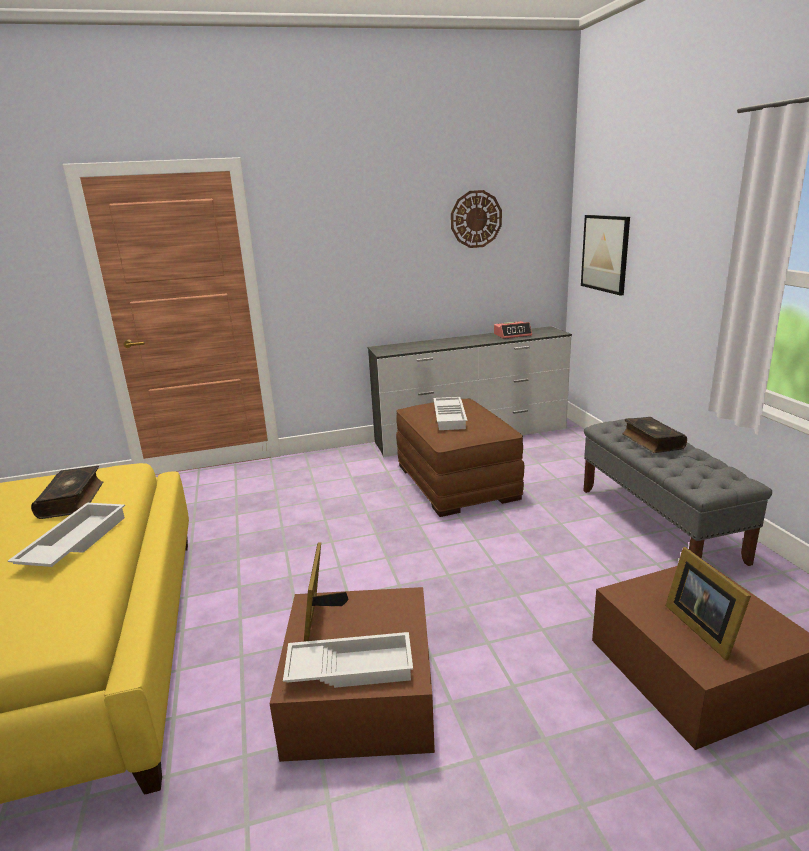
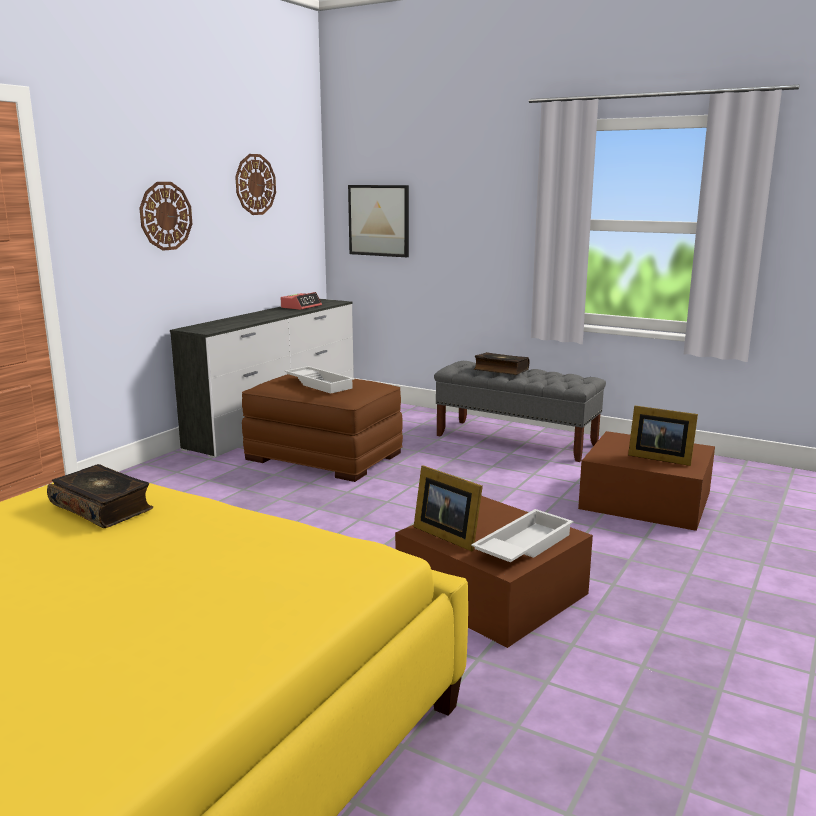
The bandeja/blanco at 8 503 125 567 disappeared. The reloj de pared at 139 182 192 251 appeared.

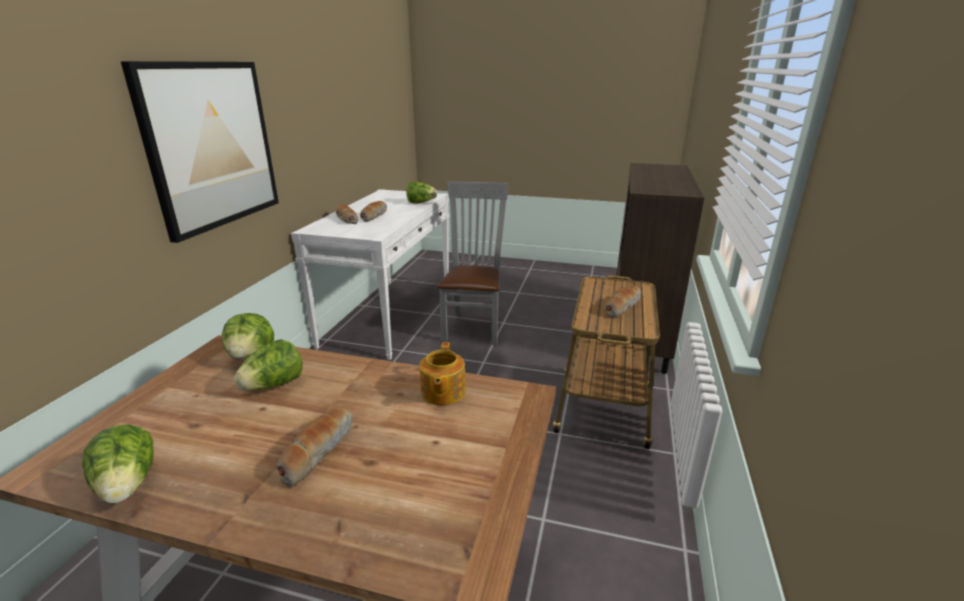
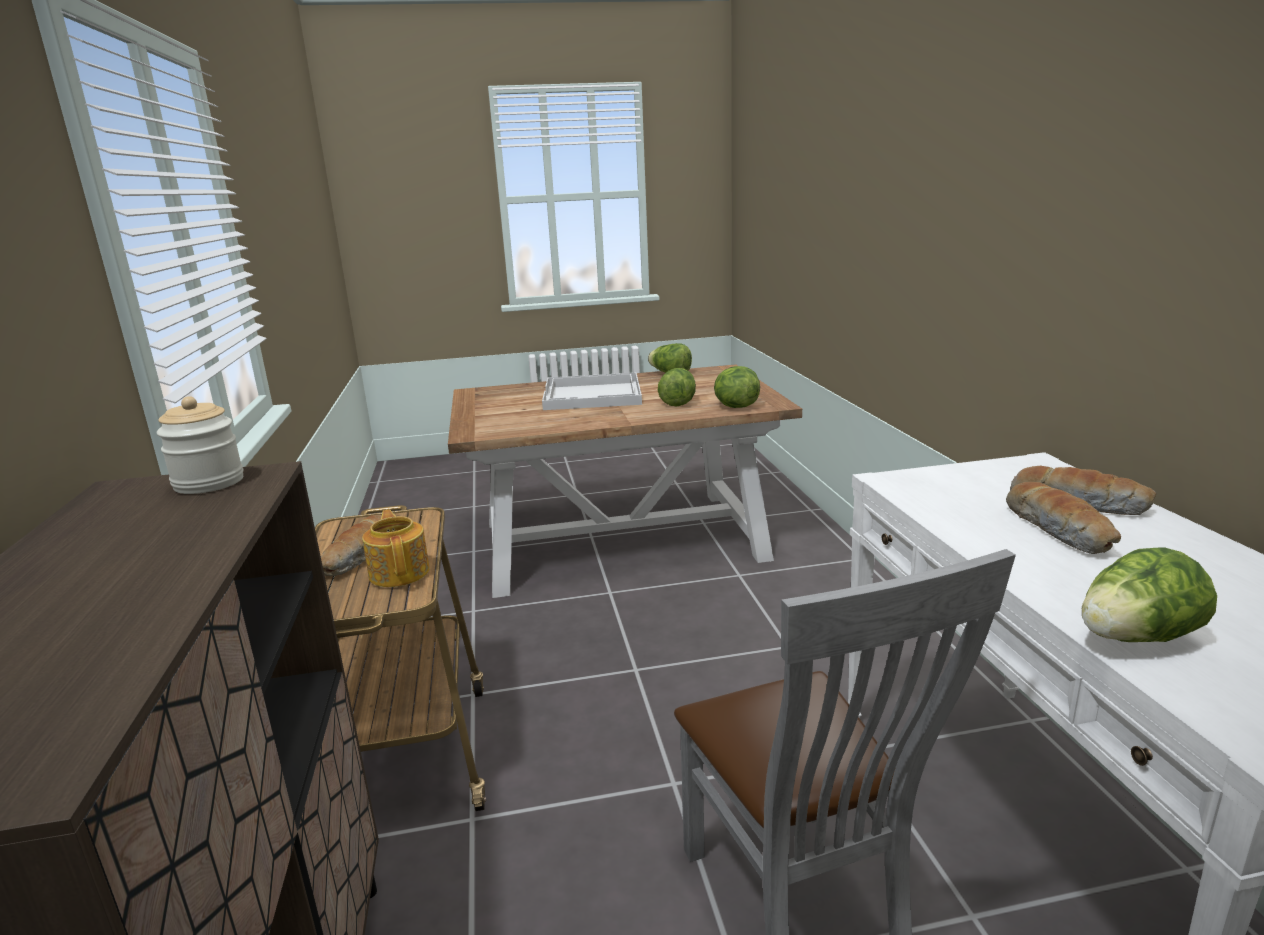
The cuadro at 121 61 279 243 disappeared. The tetera moved from 419 342 466 405 to 362 509 430 587. The pan at 276 406 353 487 was replaced by the bandeja/blanco at 542 372 642 410. The tarro at 157 396 243 494 appeared.

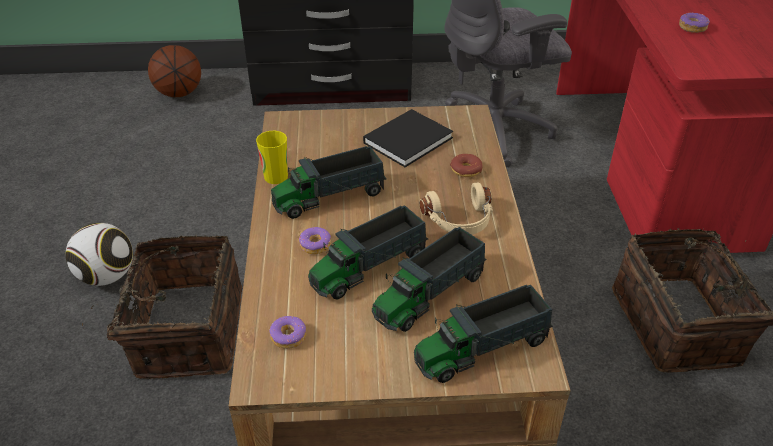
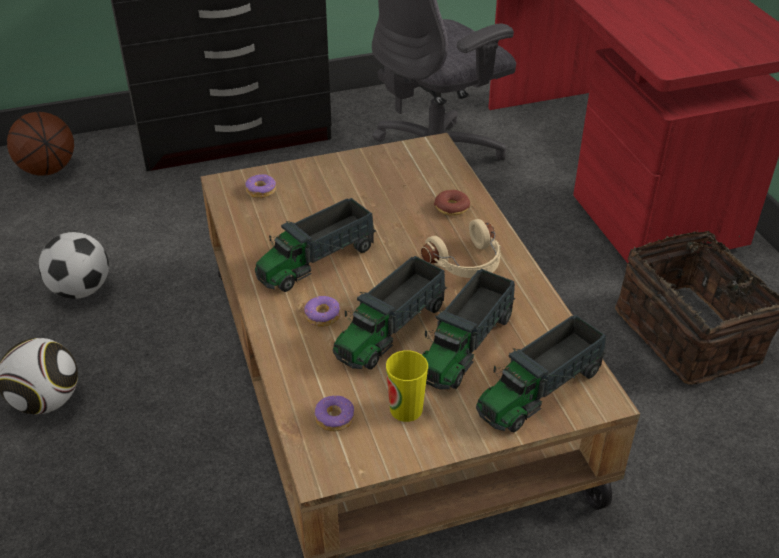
The rosquilla moved from 679 13 710 33 to 245 174 276 198. The libro/negro at 363 109 453 167 disappeared. The taza moved from 256 131 288 184 to 386 350 428 422. The cesta at 82 235 242 379 disappeared. The balón de fútbol at 39 232 109 299 appeared.

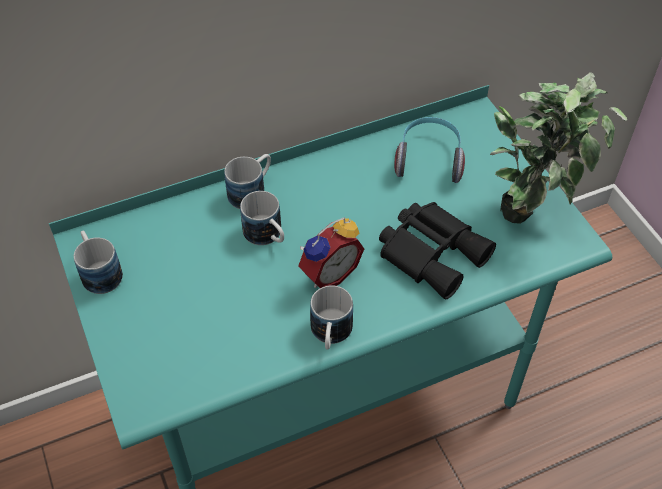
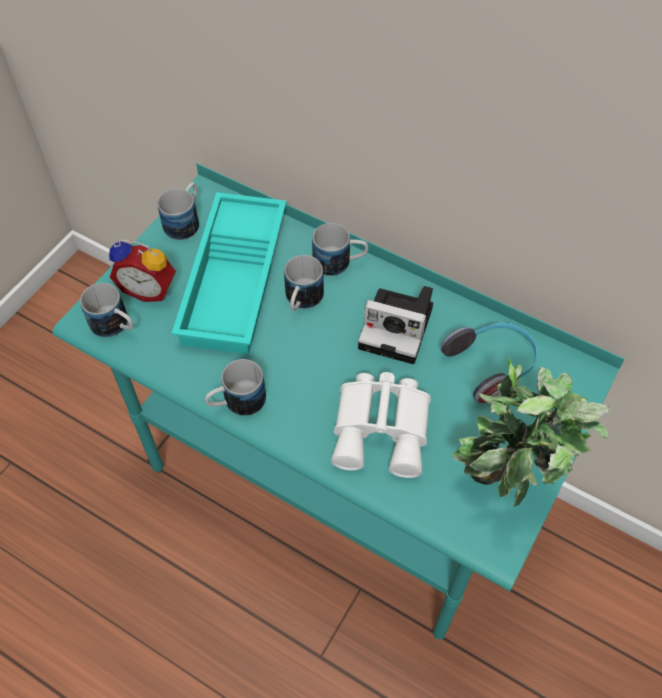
The prismáticos/negro at 379 202 496 299 became the prismáticos/blanco at 331 372 431 478. The despertador moved from 298 217 364 288 to 109 240 176 302. The bandeja/turquesa at 172 192 286 354 appeared. The taza grande at 80 283 134 337 appeared. The cámara at 358 286 433 364 appeared.

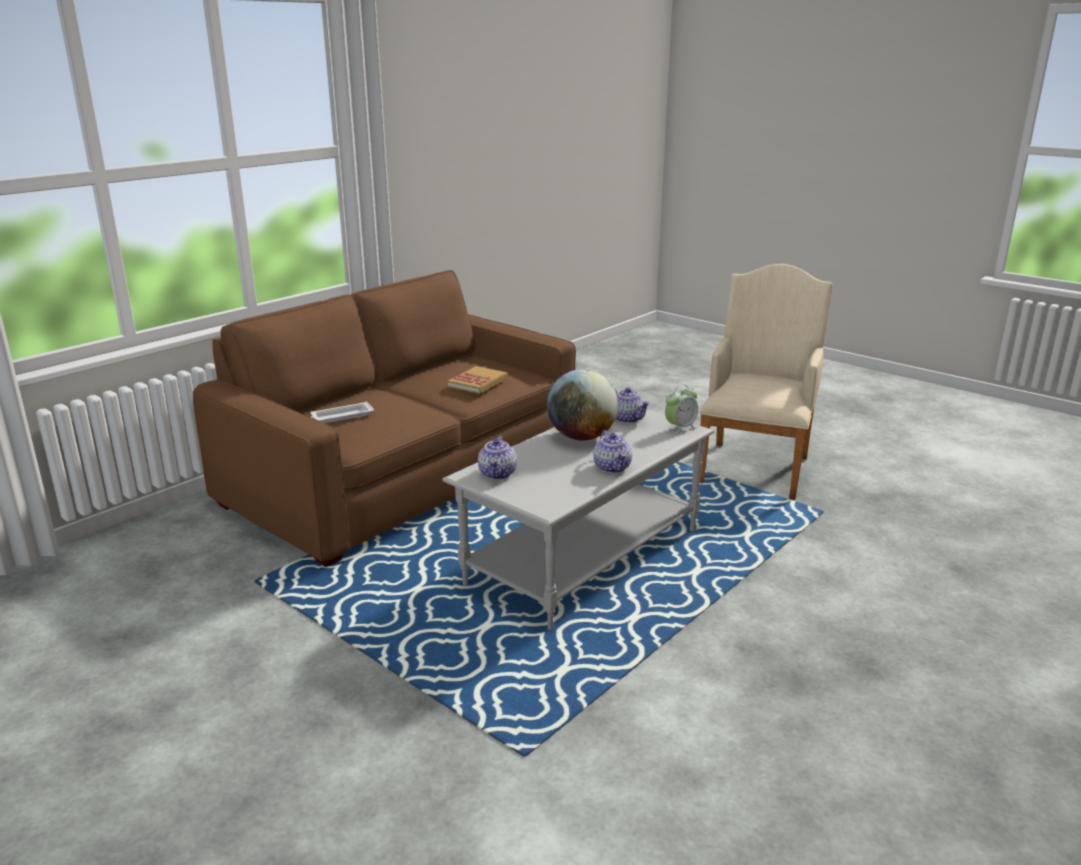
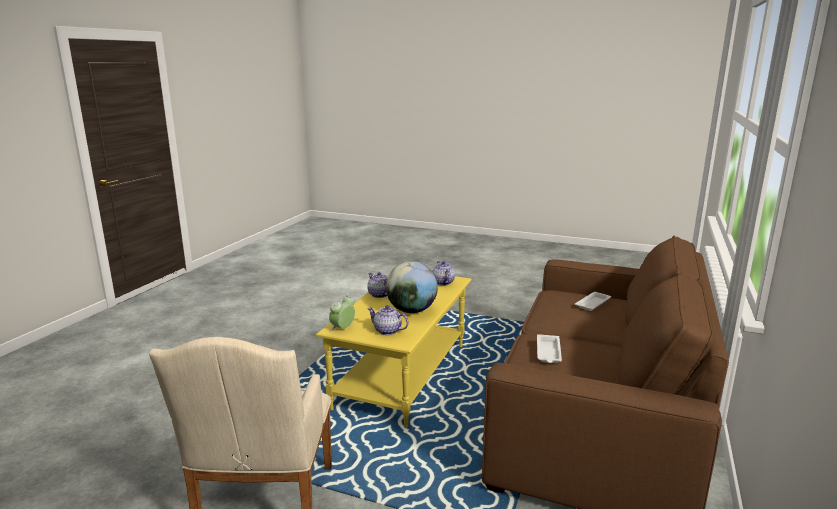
The libro at 448 366 508 394 was replaced by the bandeja/blanco at 537 334 562 363. The mesa de centro/gris at 442 410 714 630 became the mesa de centro/amarillo at 316 276 472 428.

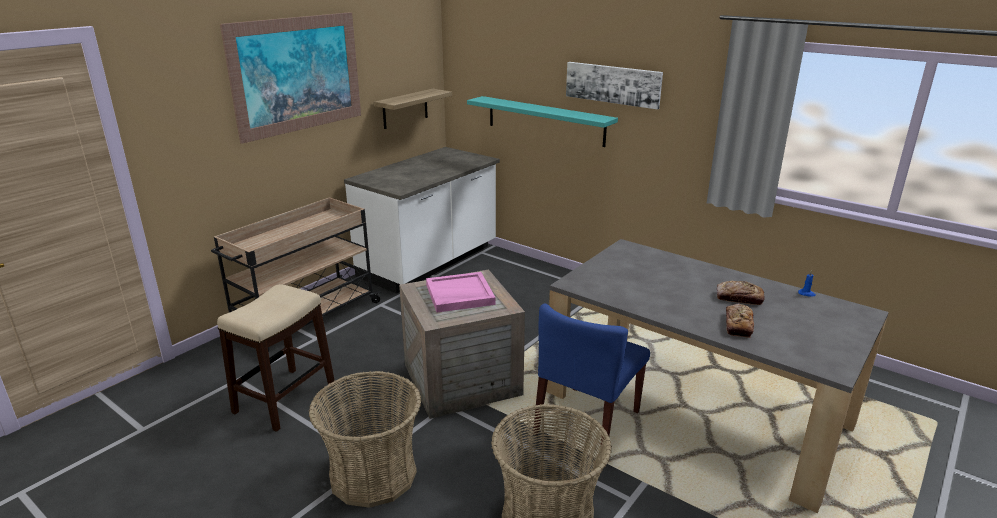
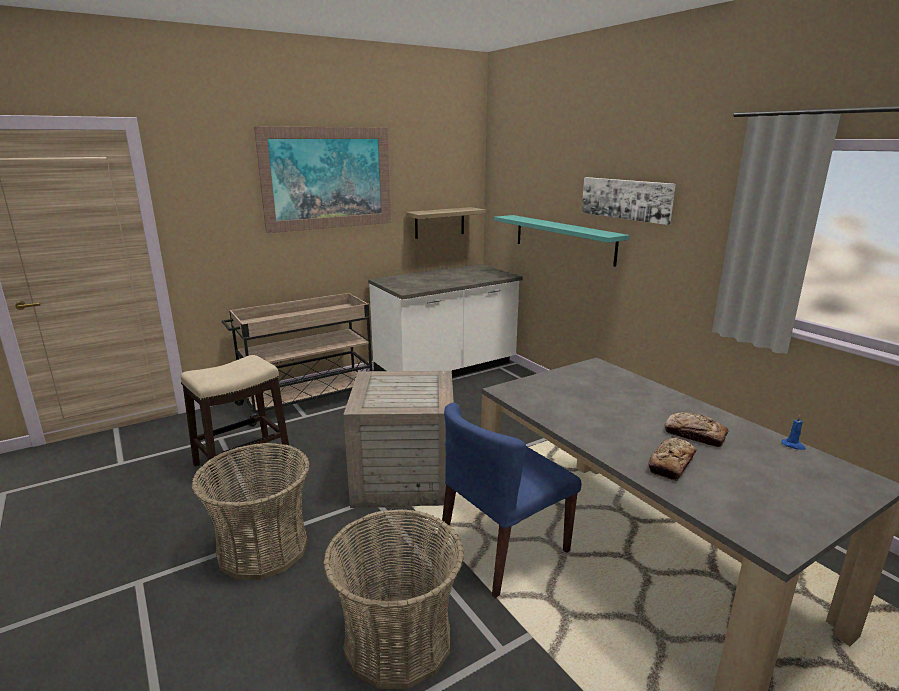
The bandeja/rosa at 426 272 496 313 disappeared.

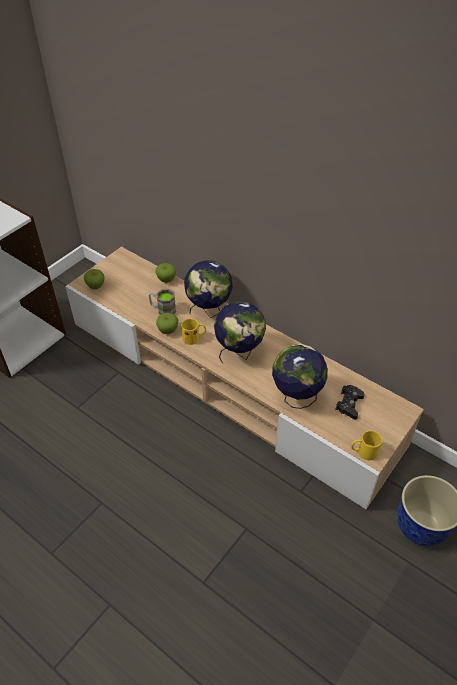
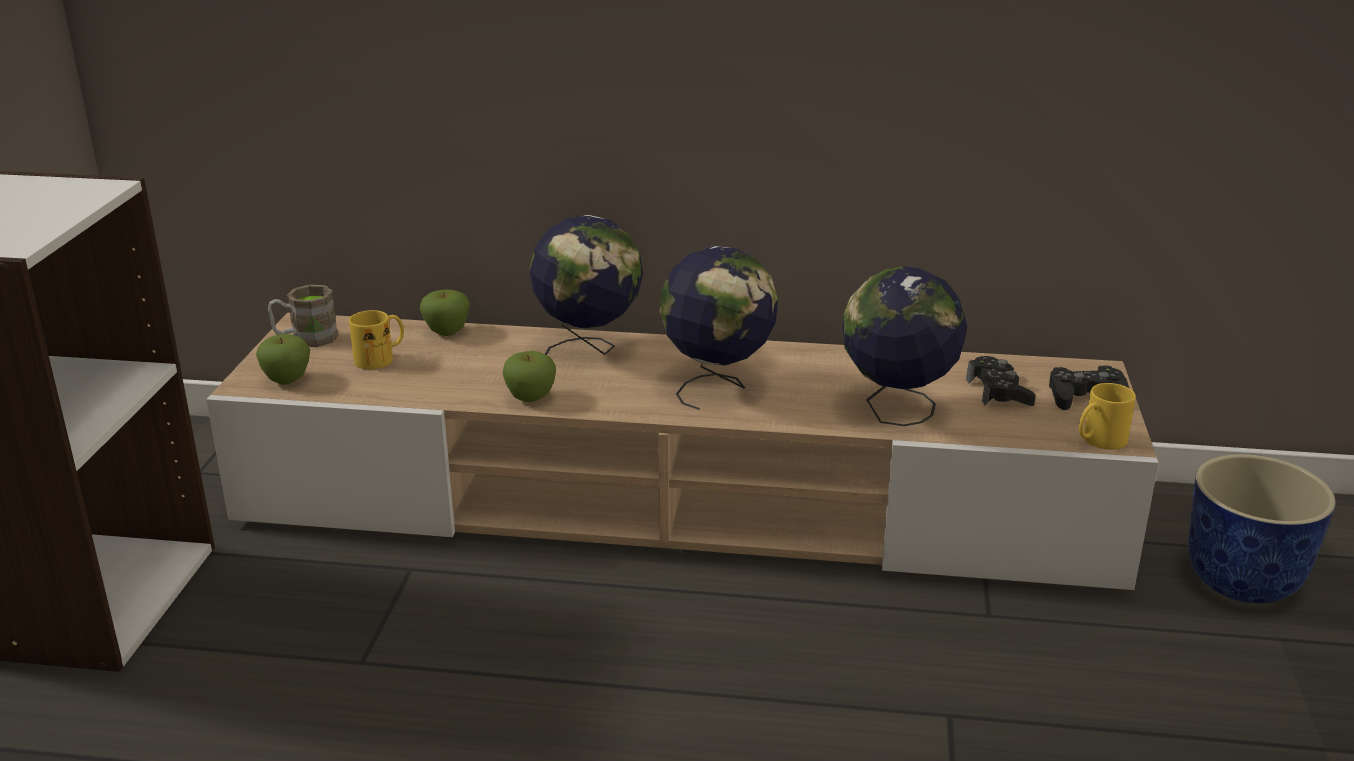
The taza grande/marrón moved from 149 289 176 315 to 268 284 339 347. The taza grande/amarillo moved from 181 319 206 345 to 349 310 404 369. The mando de consola/negro at 1049 365 1129 410 appeared.

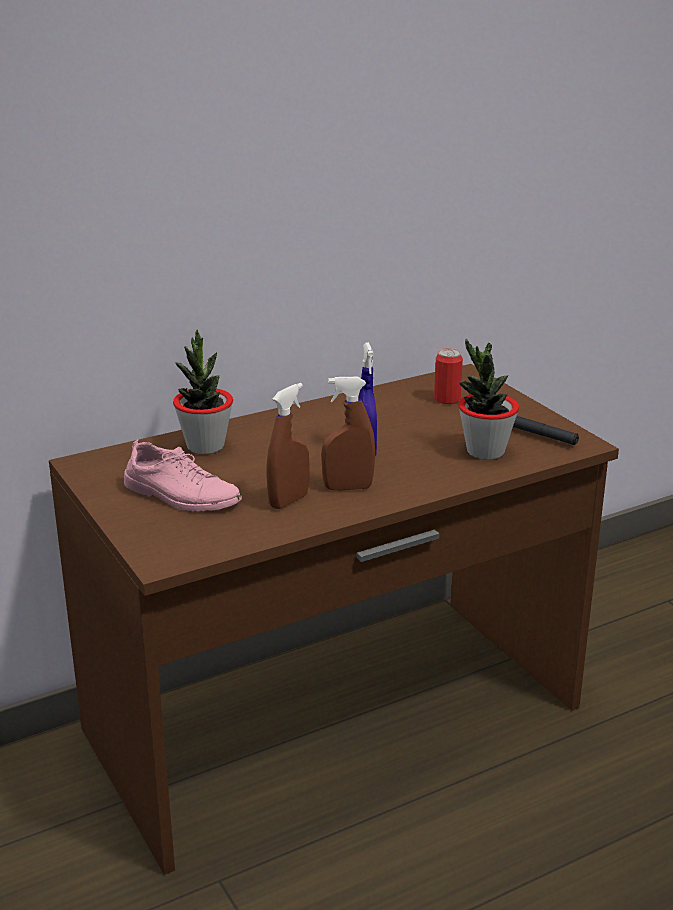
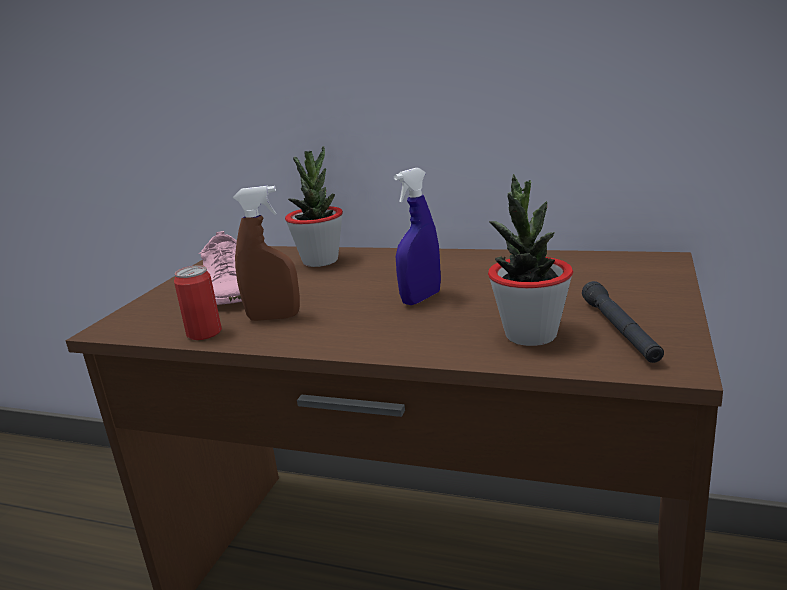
The lata moved from 434 348 463 404 to 174 265 222 340. The pulverizador/marrón at 321 377 375 490 disappeared.

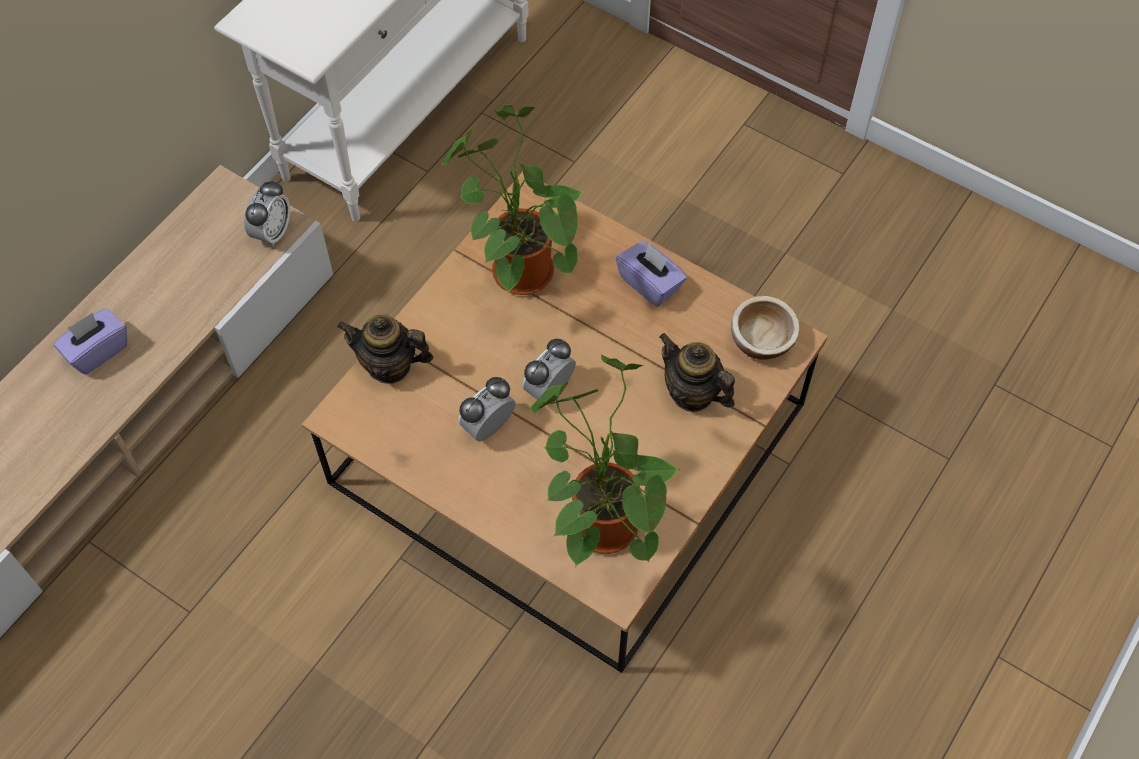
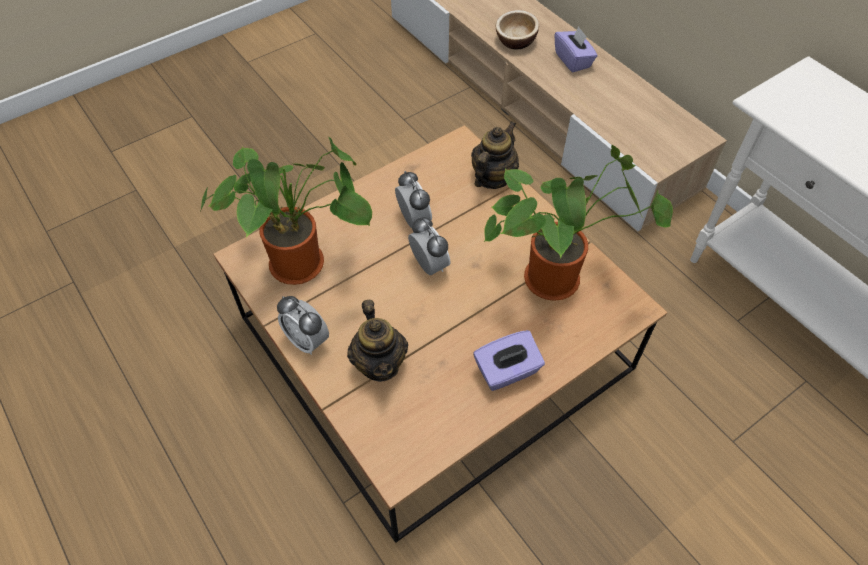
The despertador moved from 244 180 290 247 to 277 296 329 355. The cuenco moved from 731 296 800 360 to 496 10 539 50. The tetera at 659 333 735 412 turned 105 degrees clockwise.

